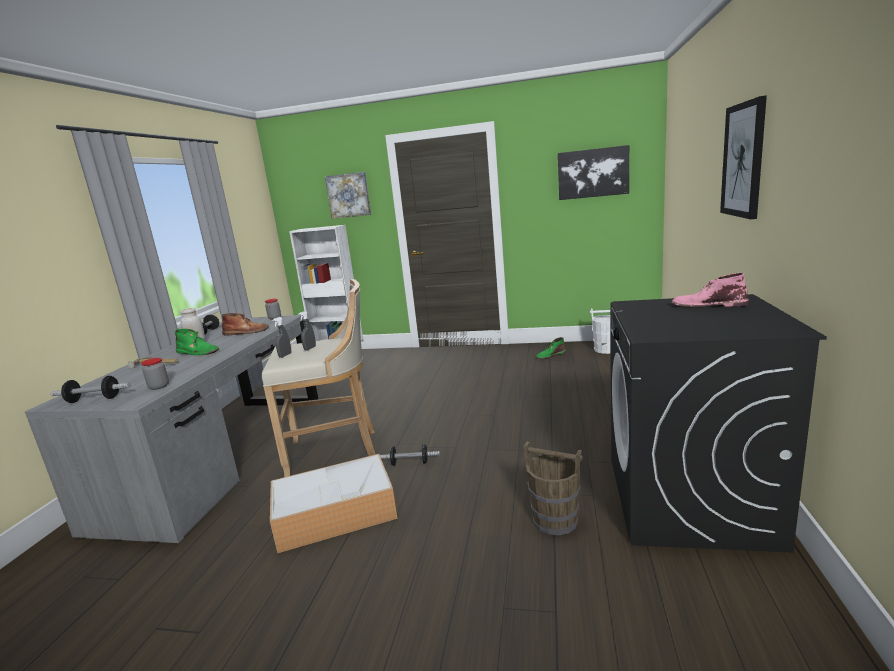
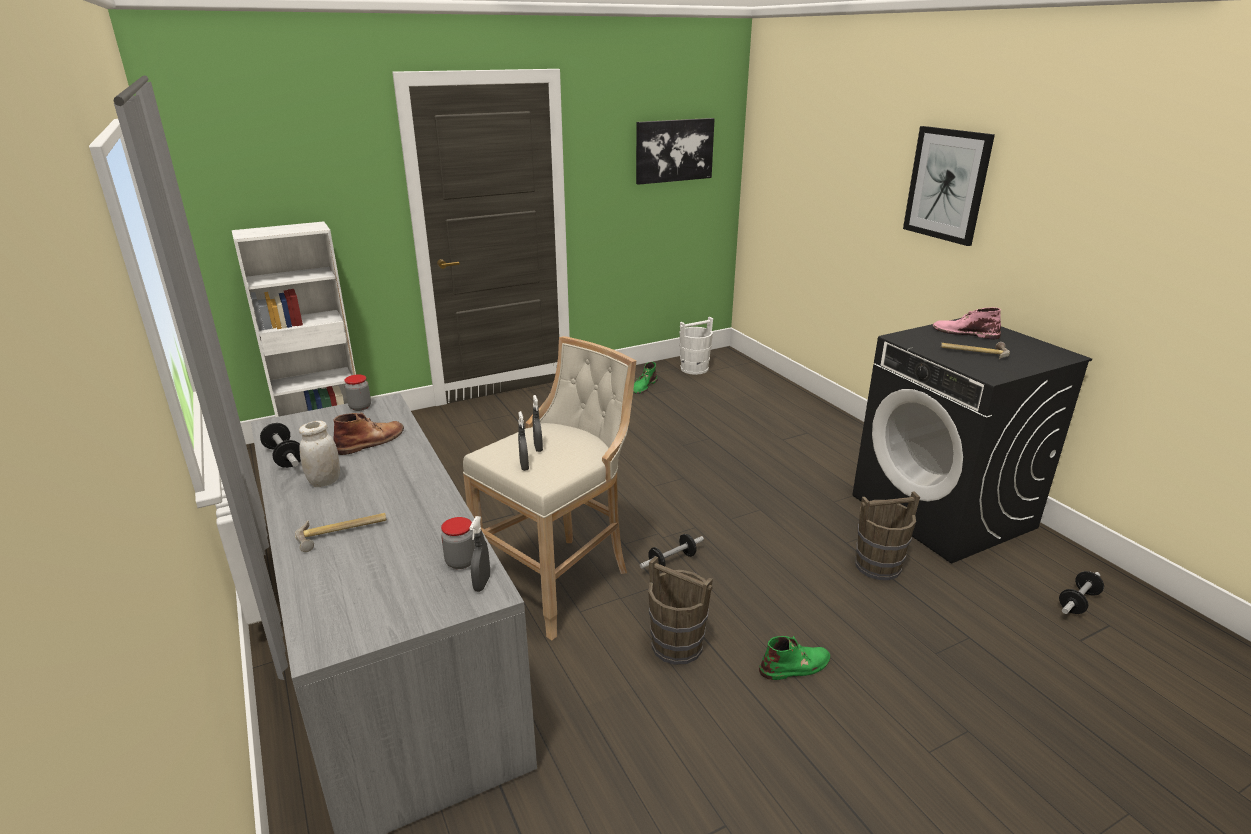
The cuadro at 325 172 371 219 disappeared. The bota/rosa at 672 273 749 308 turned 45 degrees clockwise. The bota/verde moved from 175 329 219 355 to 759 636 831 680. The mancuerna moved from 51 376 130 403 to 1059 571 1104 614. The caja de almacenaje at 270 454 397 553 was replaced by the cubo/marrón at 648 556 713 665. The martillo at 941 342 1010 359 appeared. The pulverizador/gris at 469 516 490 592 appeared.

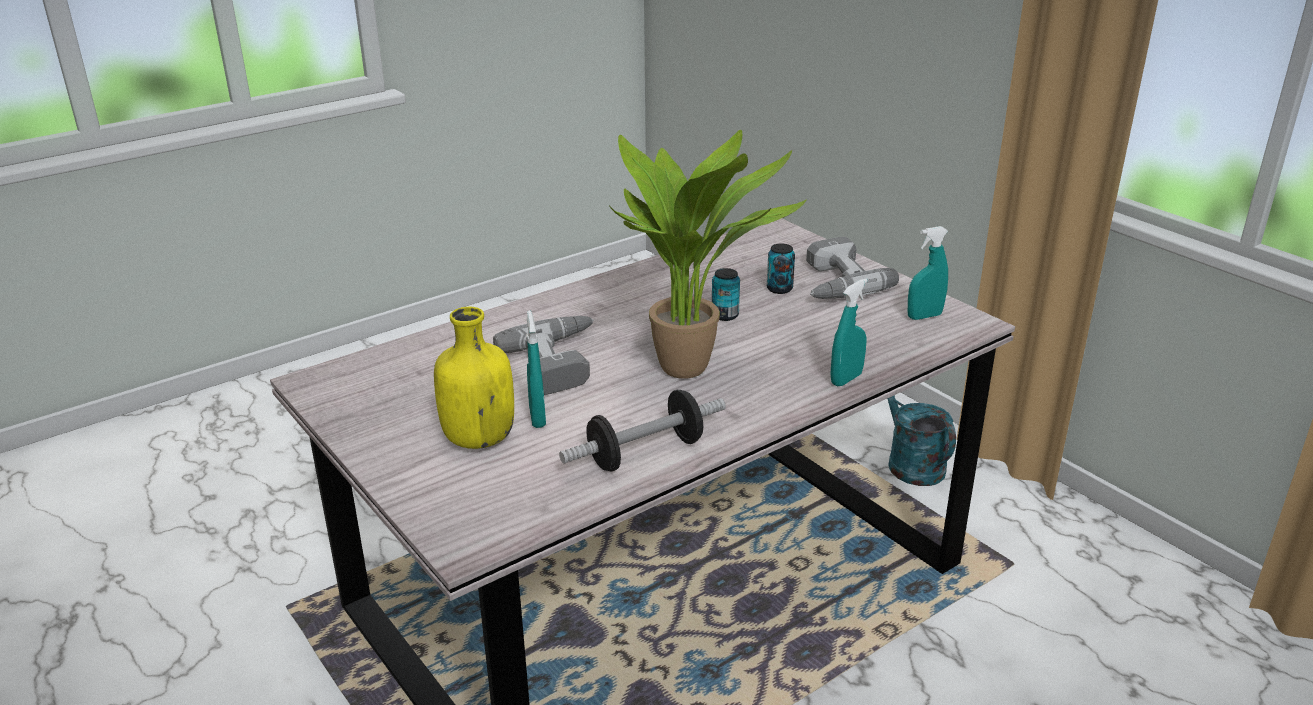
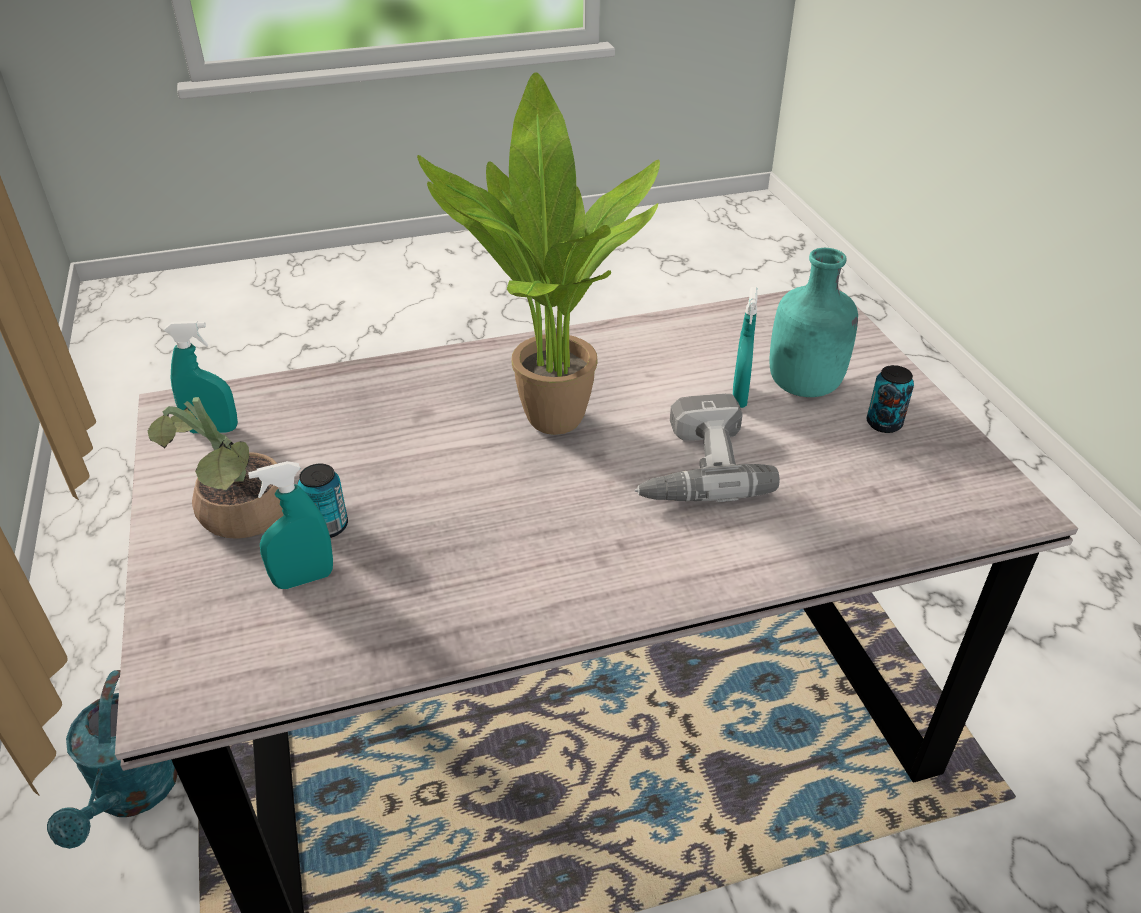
The taladro at 806 237 899 299 was replaced by the planta en maceta at 148 397 284 539. The lata moved from 712 268 740 321 to 867 365 914 433. The pulverizador/turquesa moved from 830 278 868 386 to 248 461 333 589. The botella/amarillo at 434 306 514 449 became the botella/turquesa at 769 248 858 397. The mancuerna at 559 390 726 472 disappeared.

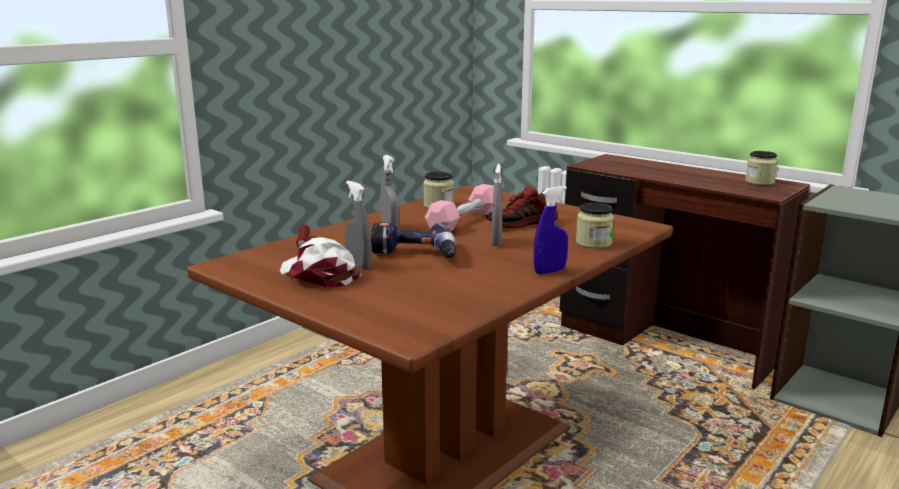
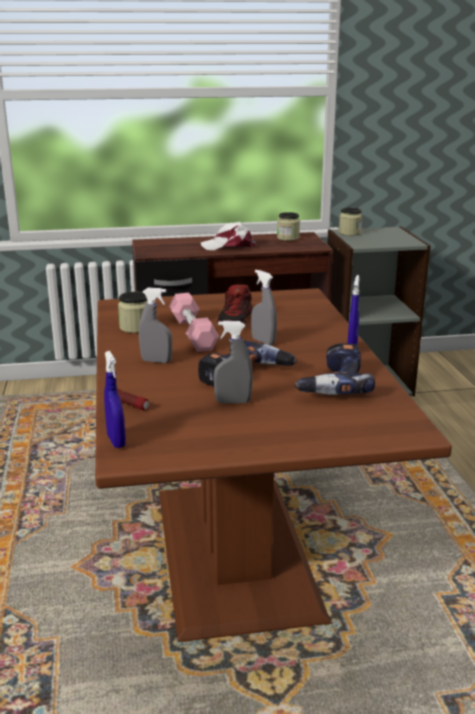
The tarro moved from 576 203 614 249 to 339 208 362 236. The gorra/blanco moved from 280 237 361 288 to 201 222 256 250. The taladro at 295 343 375 395 appeared. The pulverizador/azul at 104 351 126 448 appeared.

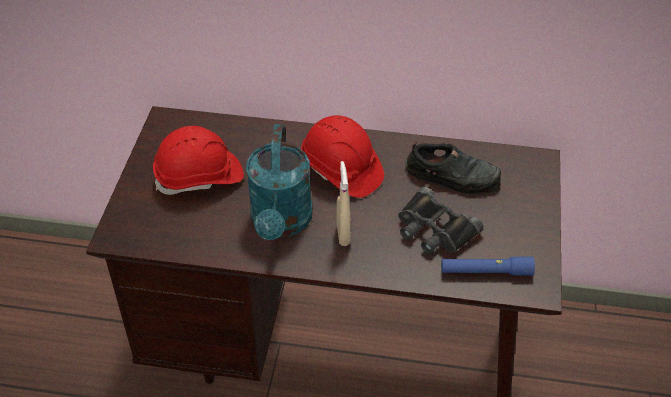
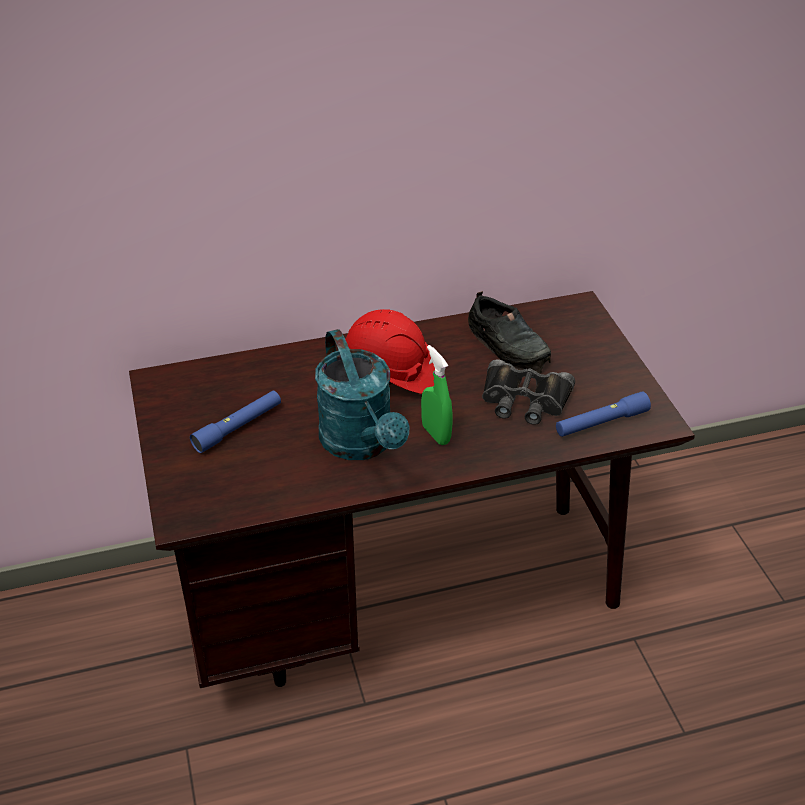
The casco/rojo at 153 126 244 195 was replaced by the linterna/azul at 190 391 281 453. The zapato/negro at 405 141 501 195 turned 60 degrees clockwise. The pulverizador/beis at 337 161 351 246 became the pulverizador/verde at 421 345 453 445.

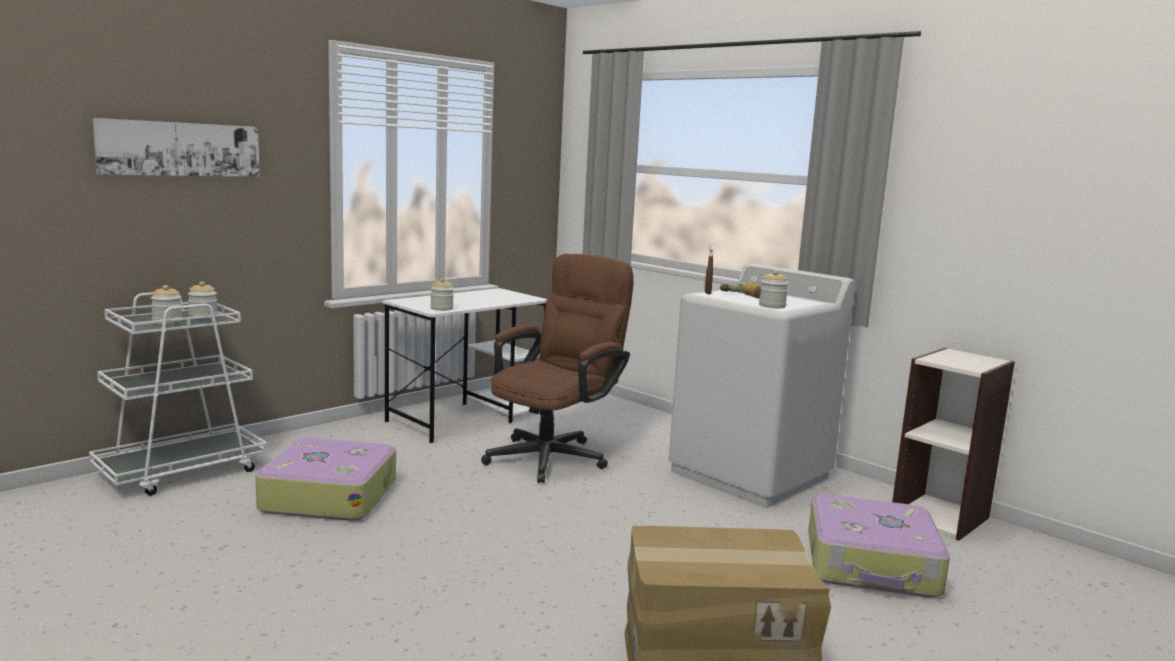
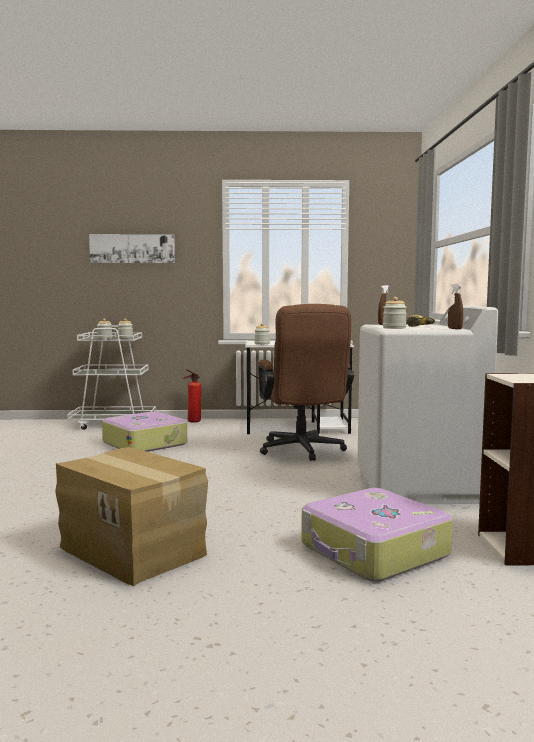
The silla de oficina/marrón at 481 254 634 483 turned 90 degrees clockwise. The pulverizador/marrón at 448 284 463 329 appeared. The extintor at 183 369 202 423 appeared.

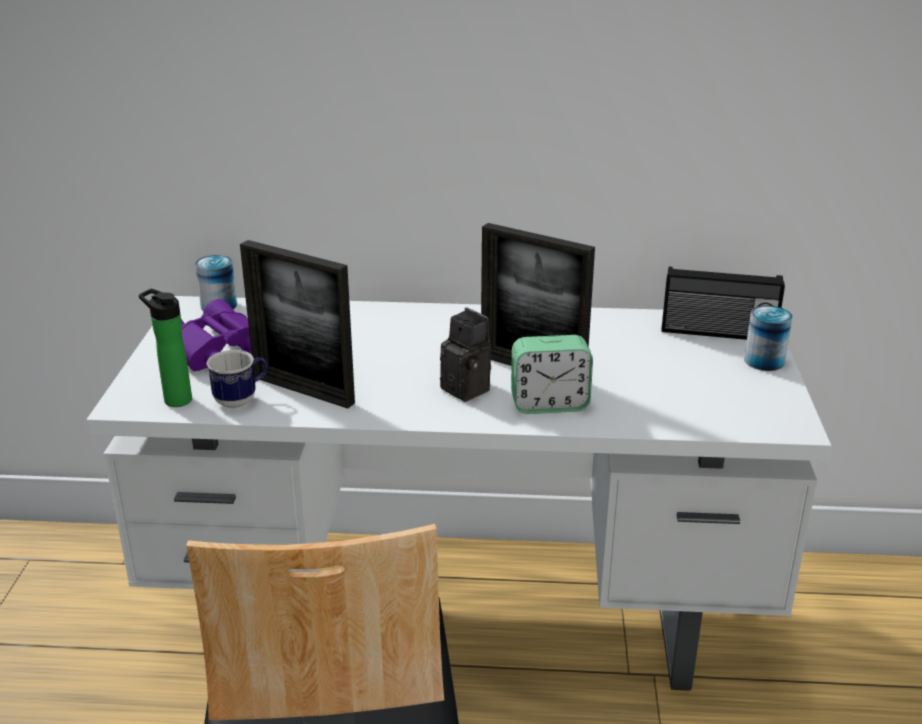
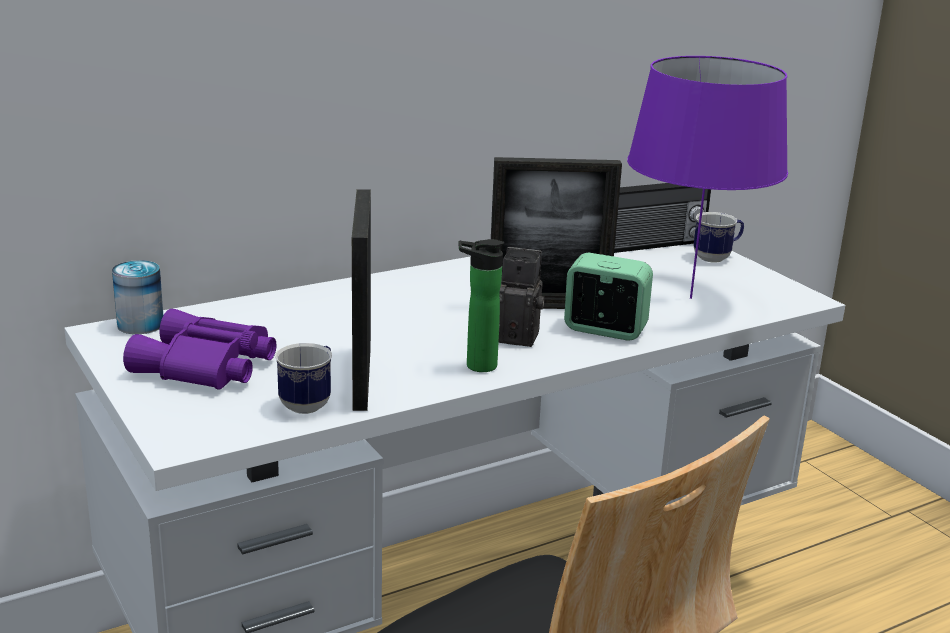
The portarretratos at 240 240 355 408 turned 90 degrees clockwise. The botella moved from 139 289 192 407 to 458 239 505 372. The lata at 744 305 793 371 was replaced by the taza grande at 693 212 744 263. The despertador at 511 335 593 414 turned 120 degrees counterclockwise. The lámpara de mesa/morado at 627 56 788 299 appeared.

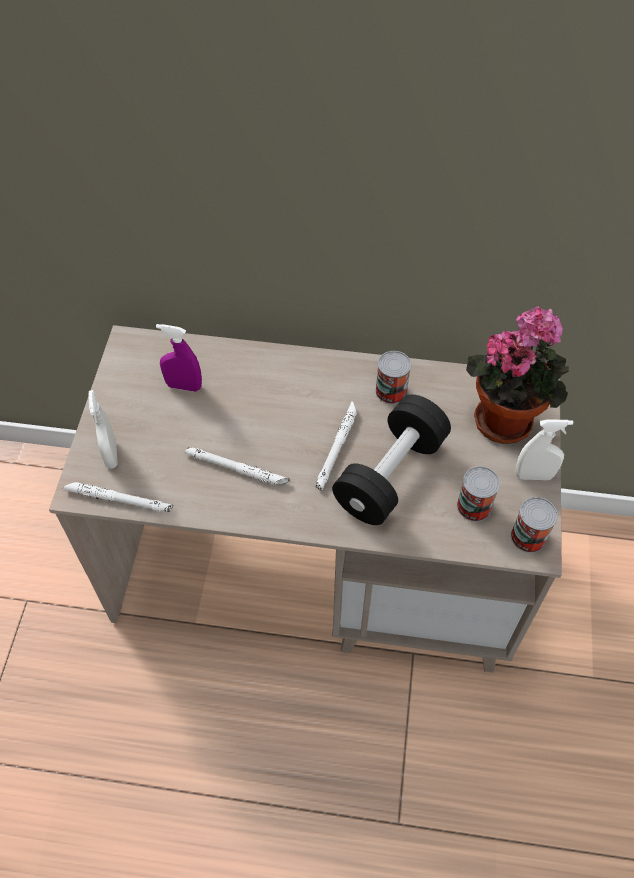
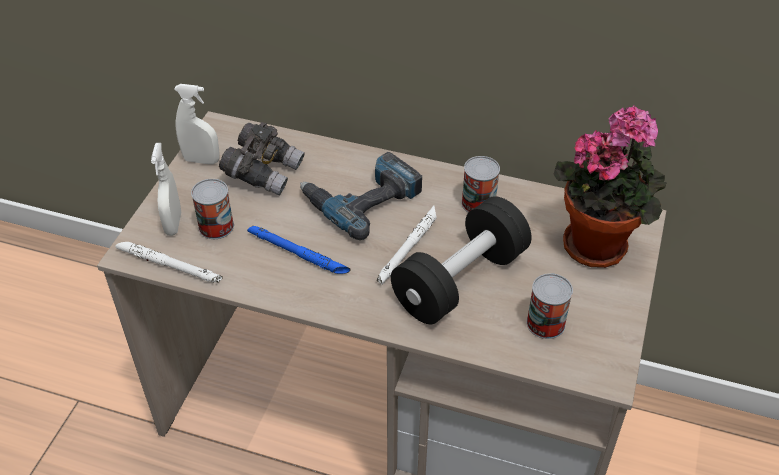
The pulverizador/morado at 156 324 202 392 was replaced by the prismáticos/gris at 219 122 305 195. The pulverizador/blanco moved from 515 419 573 480 to 174 84 219 165. The linterna/blanco at 184 447 290 485 became the linterna/azul at 247 226 351 274. The lata moved from 511 497 558 553 to 191 179 234 239. The taladro at 300 152 422 240 appeared.

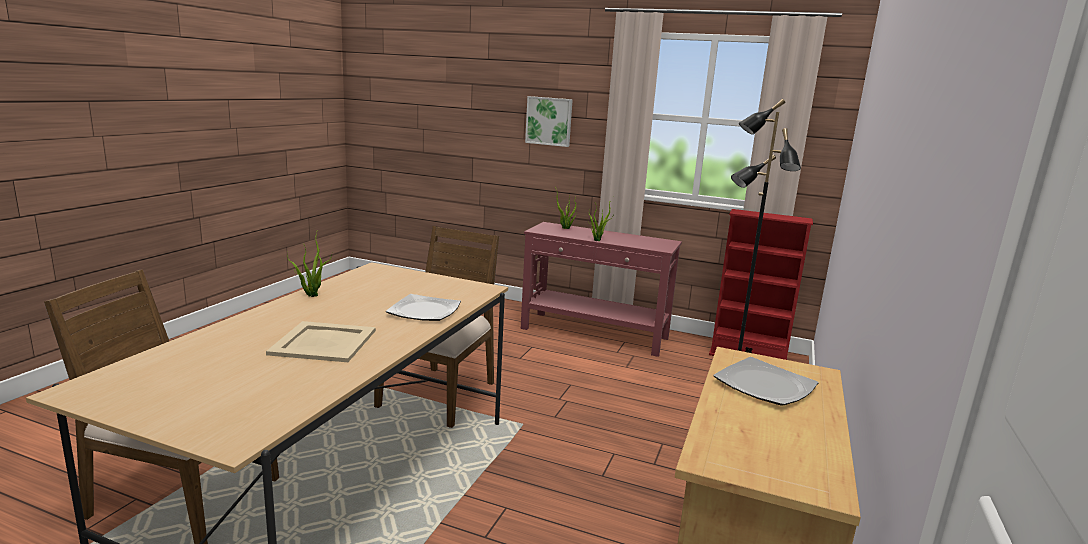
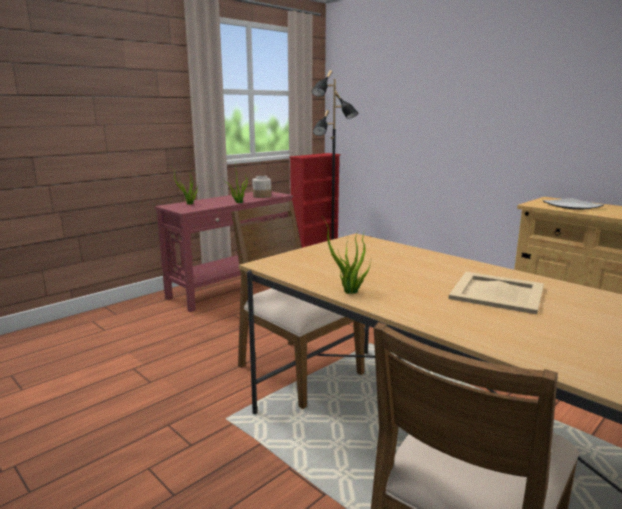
The cuadro at 525 96 573 147 disappeared. The plato at 386 294 461 321 disappeared. The tarro at 252 176 271 198 appeared.

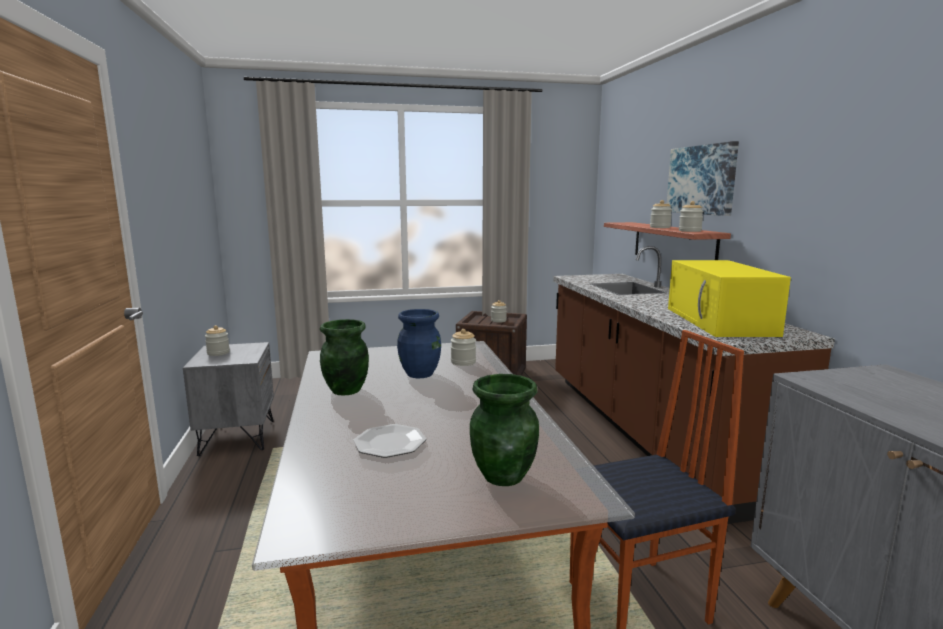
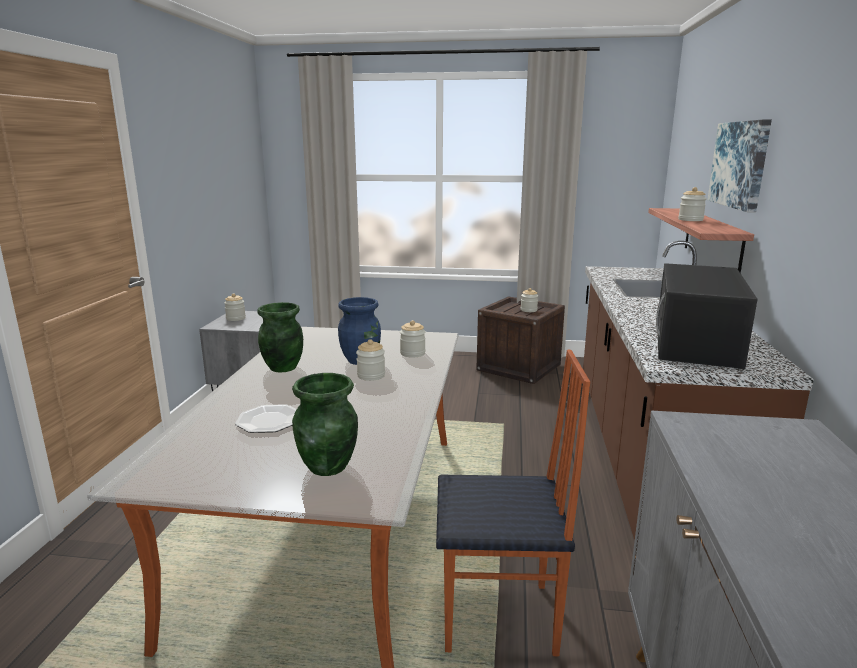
The tarro moved from 679 201 704 232 to 356 339 385 381. The microondas/amarillo at 668 260 791 337 became the microondas/negro at 656 263 758 369.

